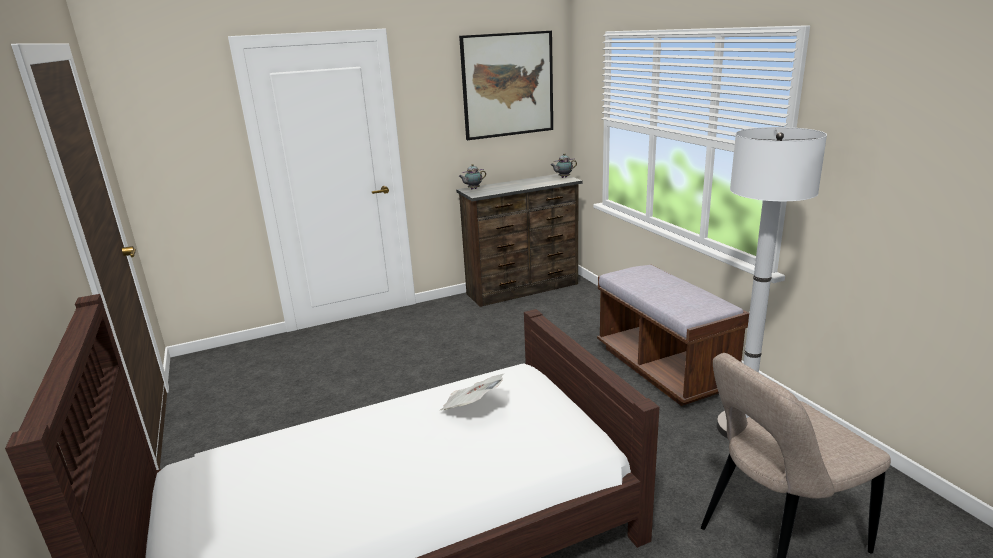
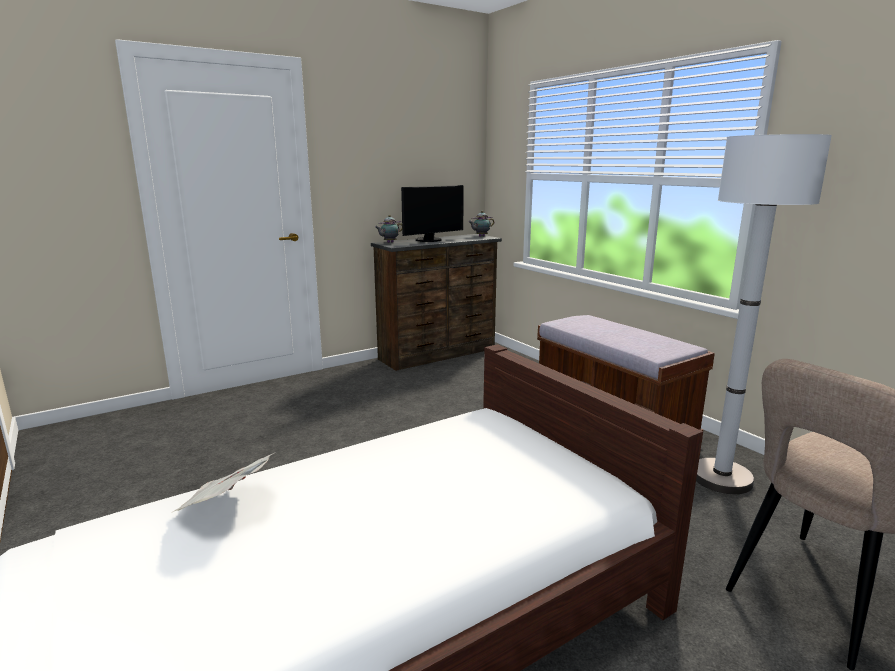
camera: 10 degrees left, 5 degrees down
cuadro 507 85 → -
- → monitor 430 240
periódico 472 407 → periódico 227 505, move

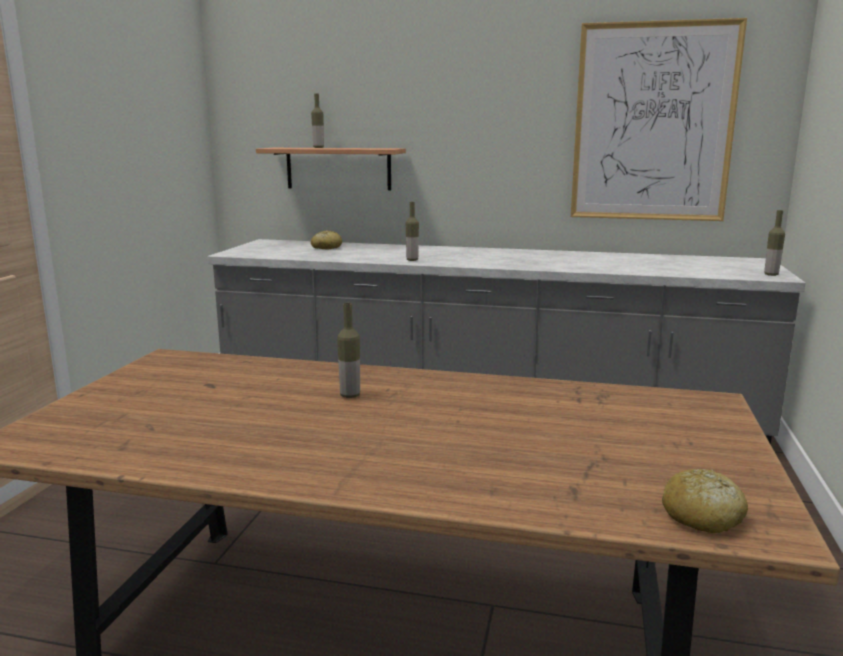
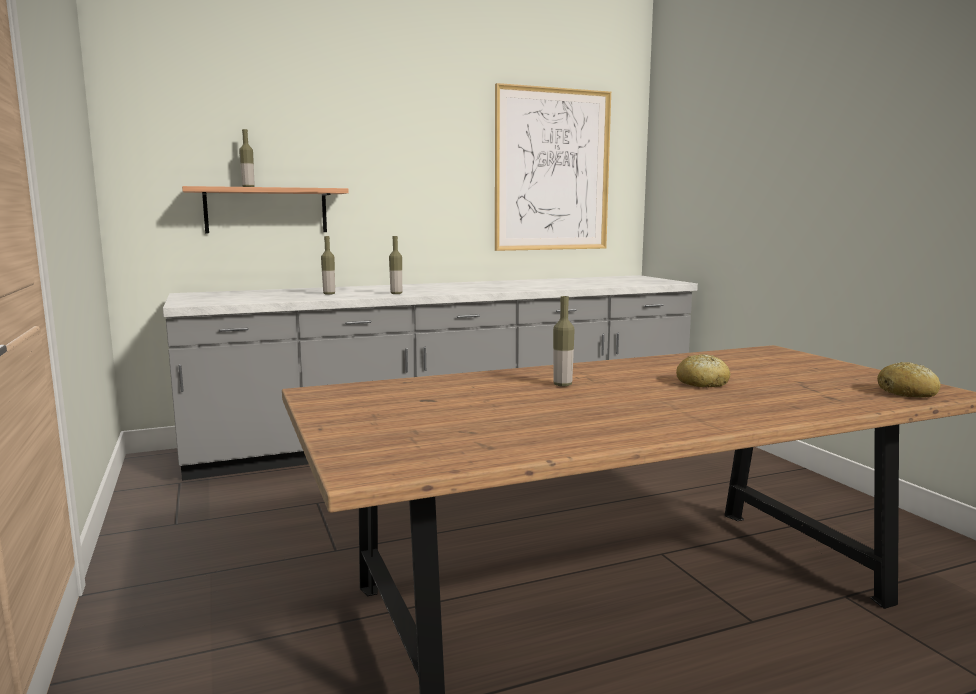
camera: 35 degrees left, 5 degrees down
pan 326 247 → pan 702 383, move
botella 771 274 → botella 329 294, move

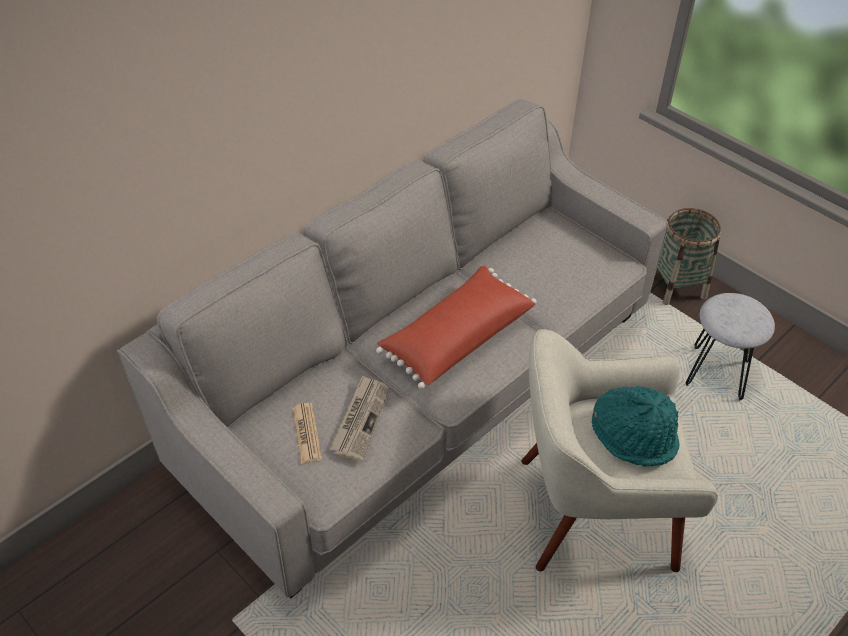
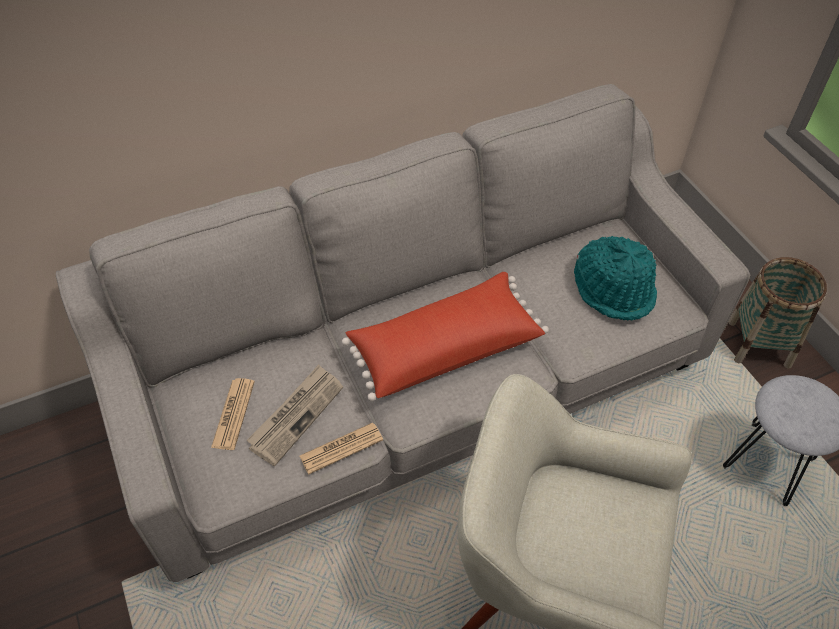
camera: 20 degrees right, 5 degrees up
- → periódico 341 448
sombrero/turquesa 634 435 → sombrero/turquesa 614 289, move

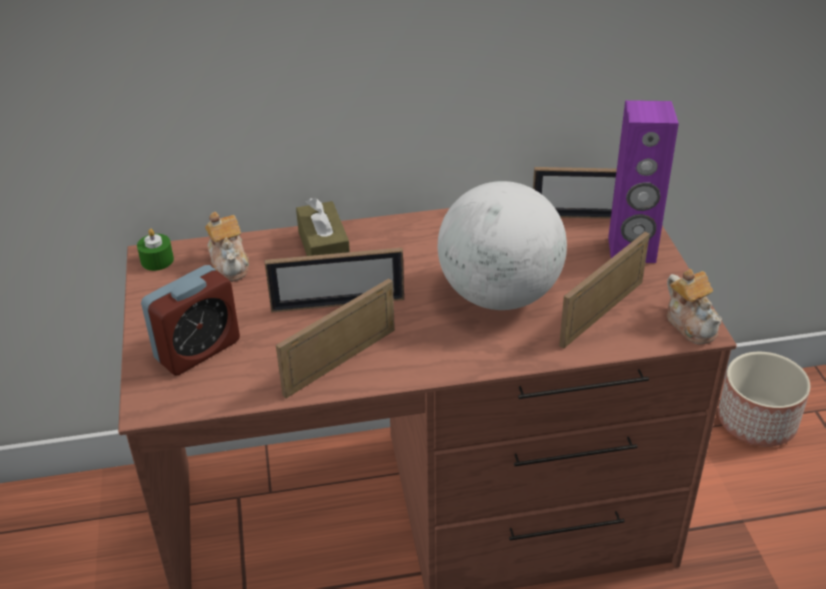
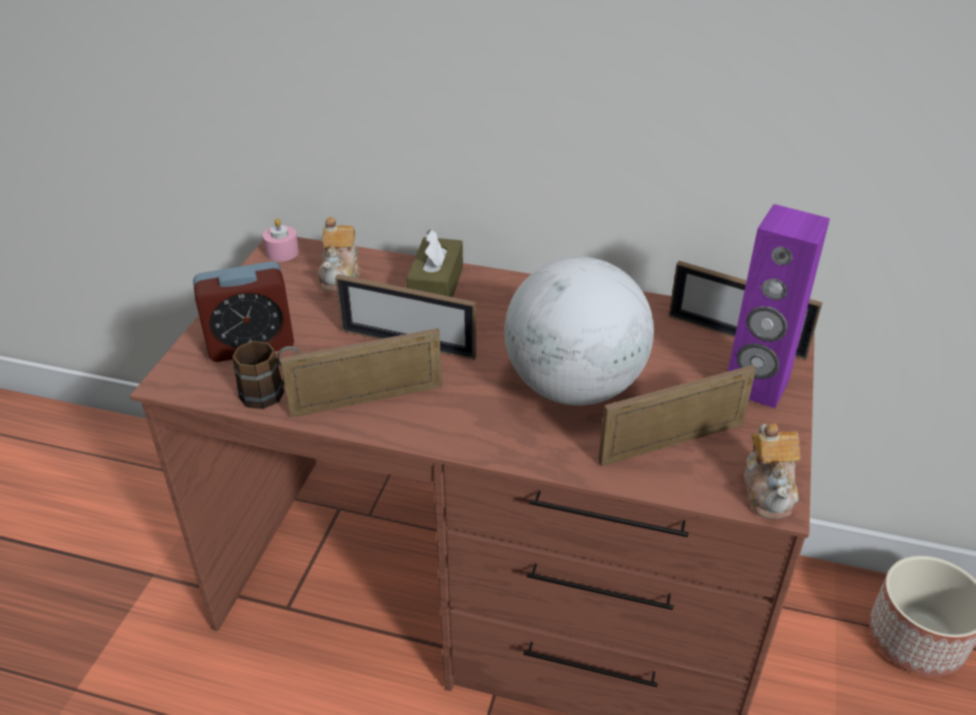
camera: 25 degrees right, 0 degrees up
- → taza grande/marrón 273 392
vela/verde 157 260 → vela/rosa 282 252

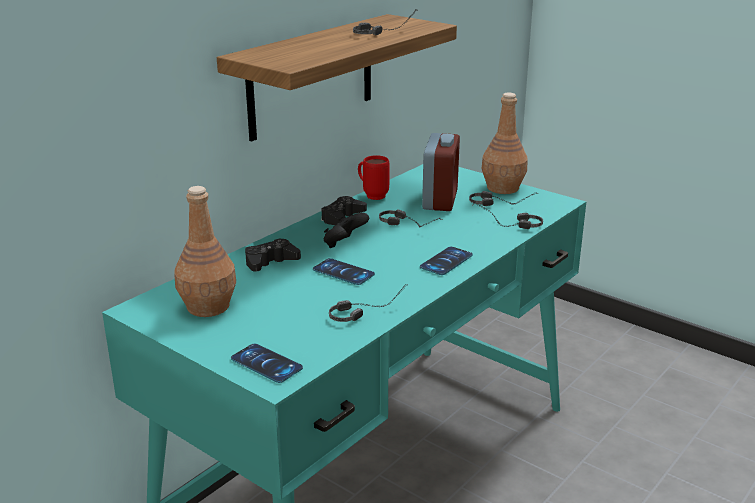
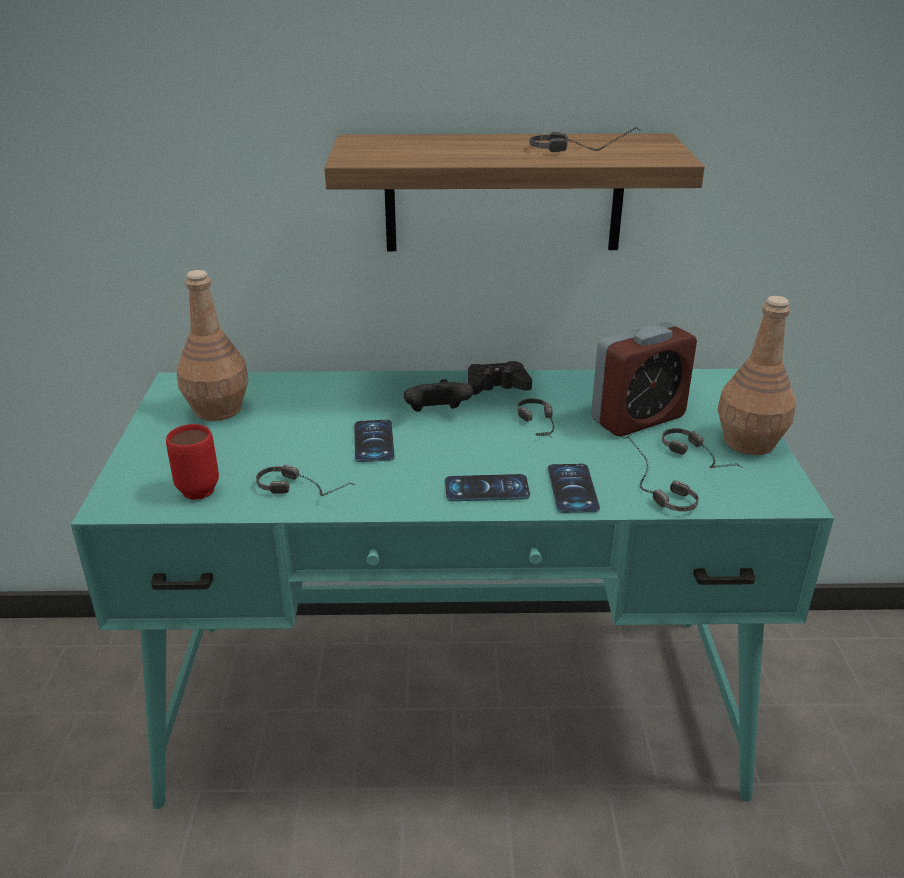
camera: 50 degrees right, 5 degrees up
mando de consola/negro 270 262 → -
móvil 266 364 → móvil 572 489, move
taza grande/rojo 372 195 → taza grande/rojo 201 486, move

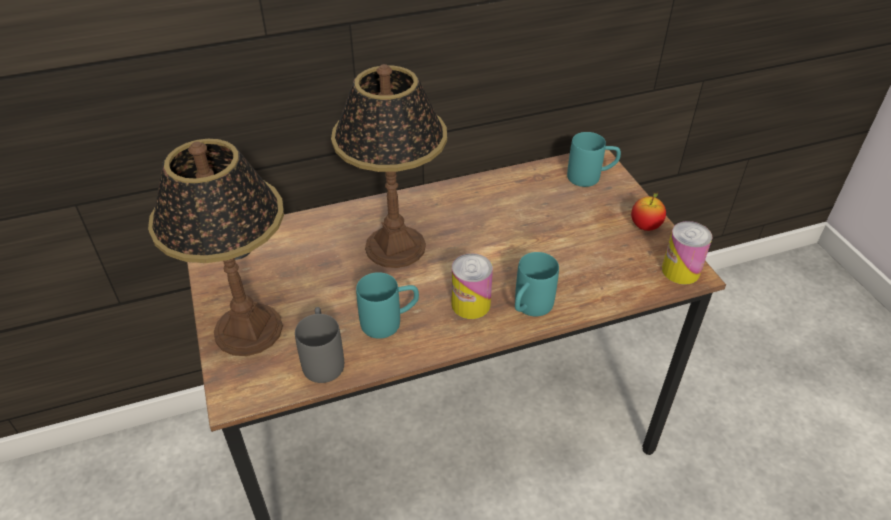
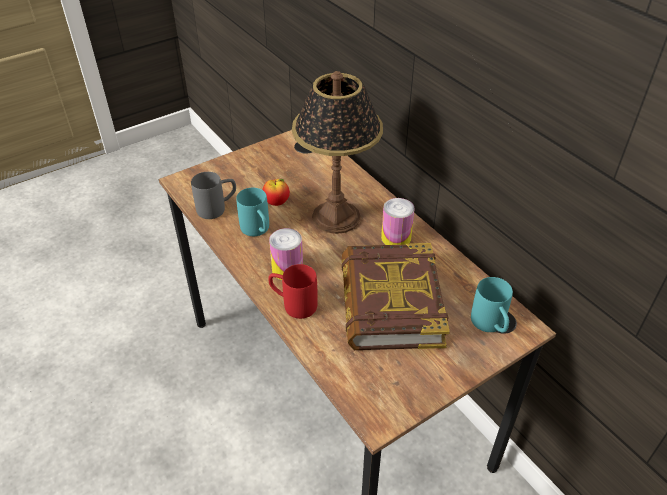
camera: 75 degrees right, 0 degrees up
lámpara de mesa 248 329 → -
- → libro 390 303
manzana 645 226 → manzana 277 202, move
lata 680 271 → lata 396 238, move
taza grande/turquesa 529 308 → taza grande/rojo 293 304

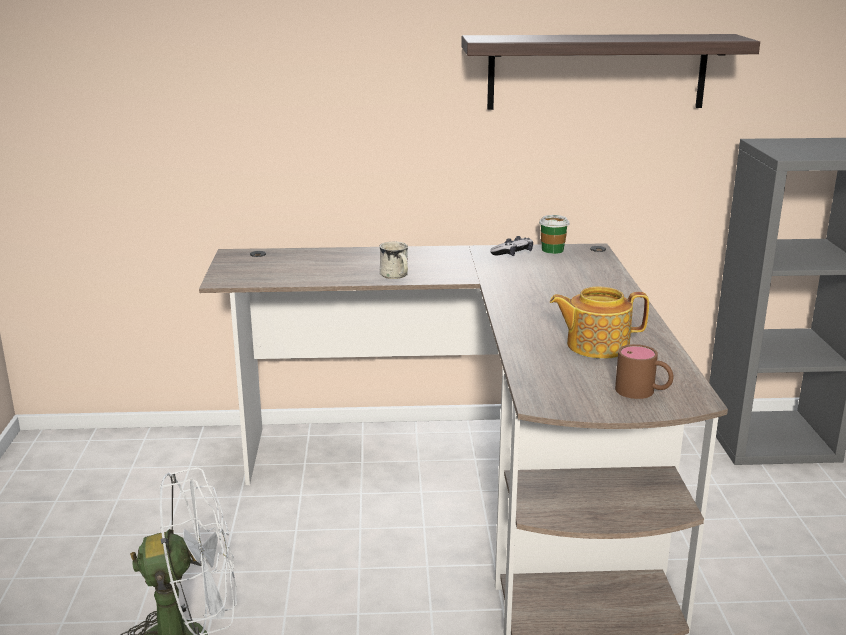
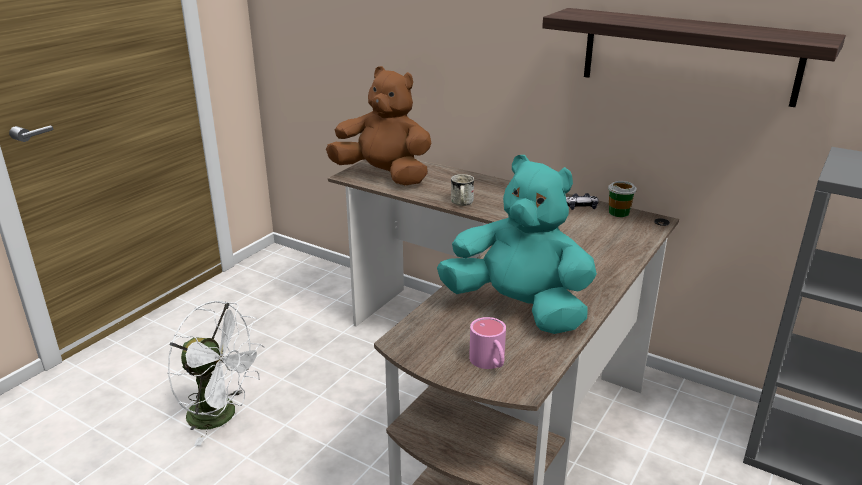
camera: 35 degrees right, 5 degrees up
- → peluche/marrón 384 176
tetera 596 345 → peluche/turquesa 518 309
taza grande/marrón 643 392 → taza grande/rosa 490 363

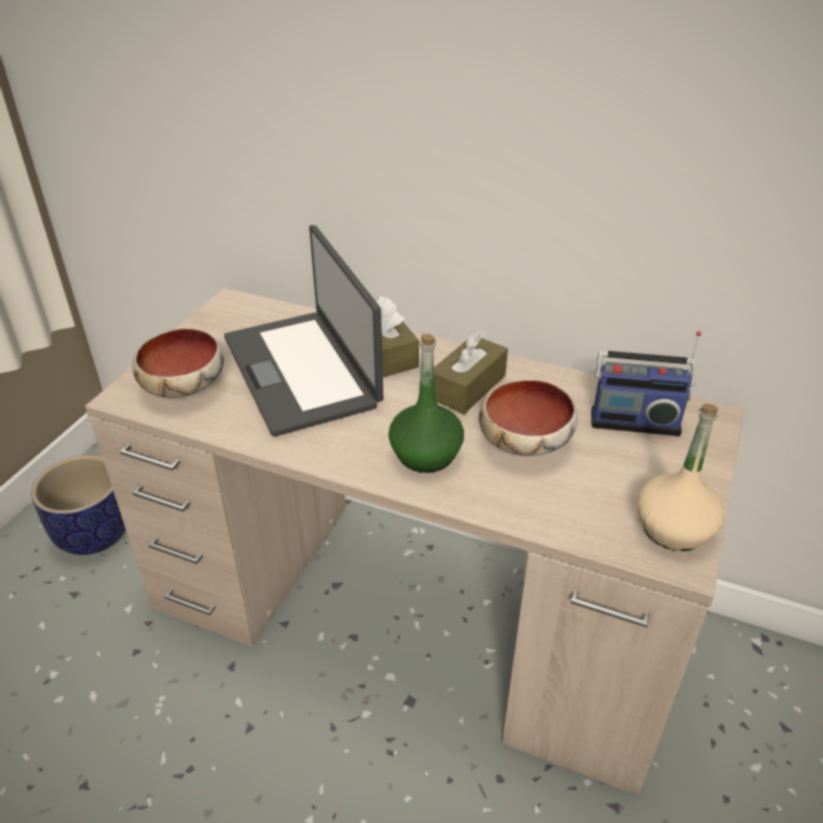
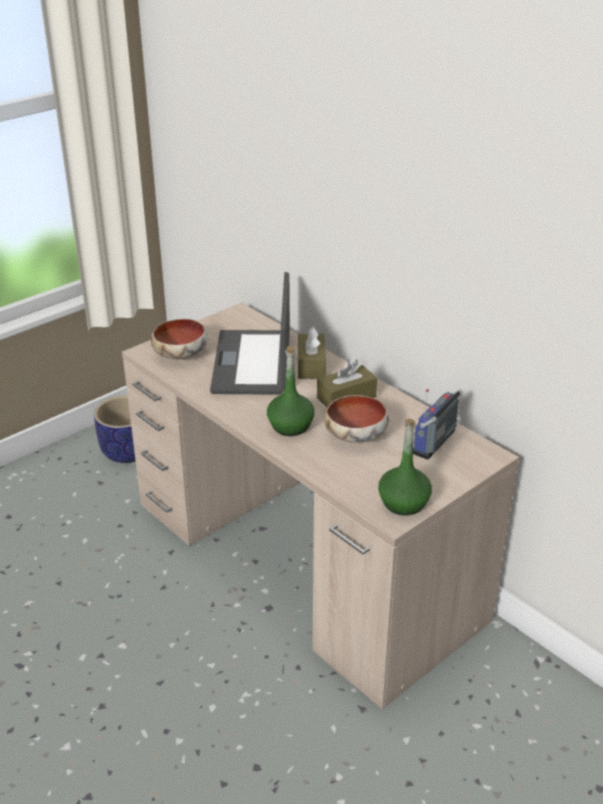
camera: 25 degrees right, 5 degrees down
botella/beis 673 528 → botella/verde 403 502
radio 634 420 → radio 436 443, 90 degrees clockwise

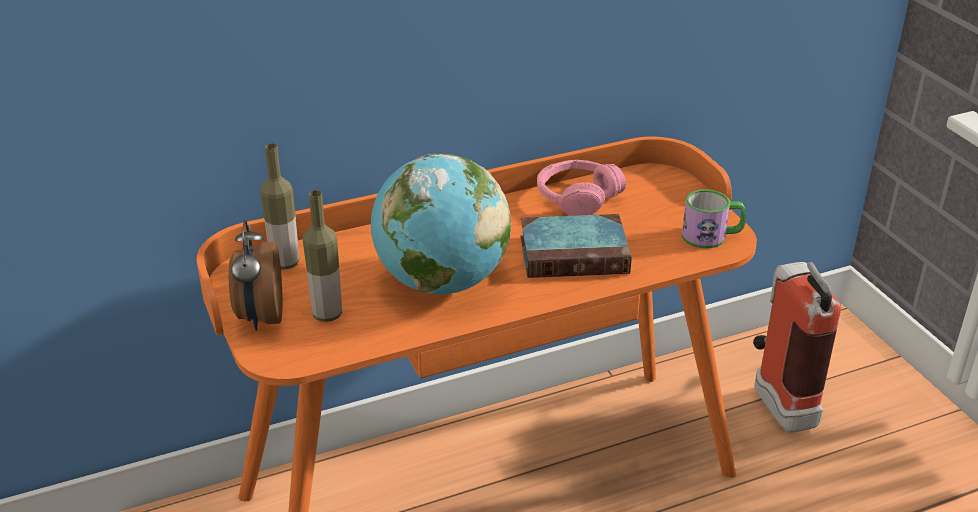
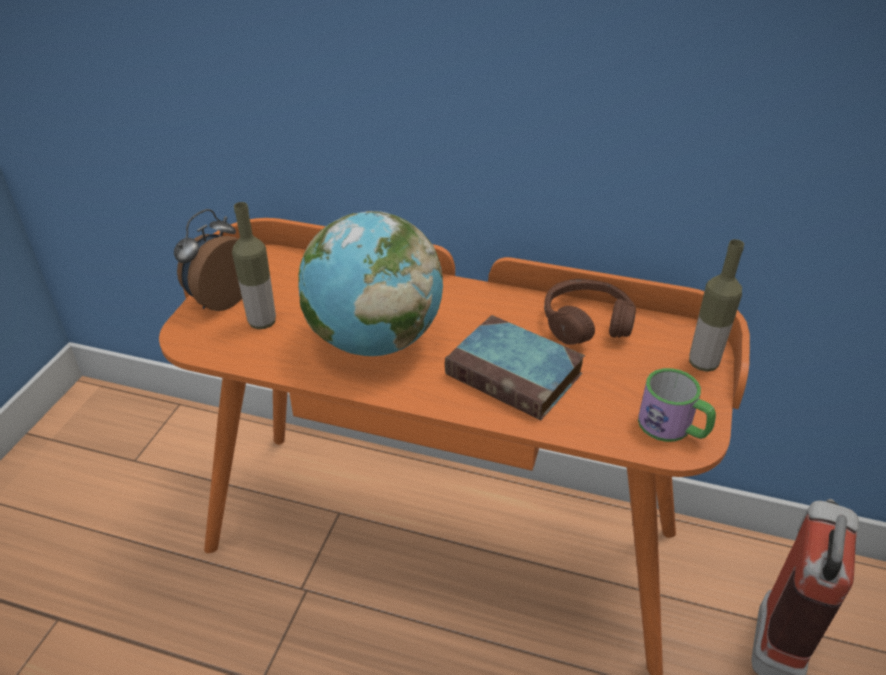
camera: 40 degrees right, 5 degrees up
botella 285 263 → botella 703 363, move
auriculares/rosa 577 198 → auriculares/marrón 586 322

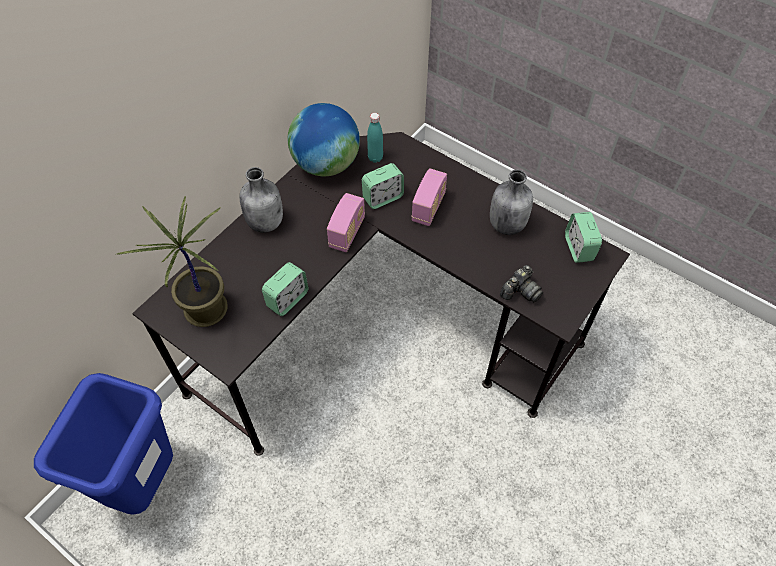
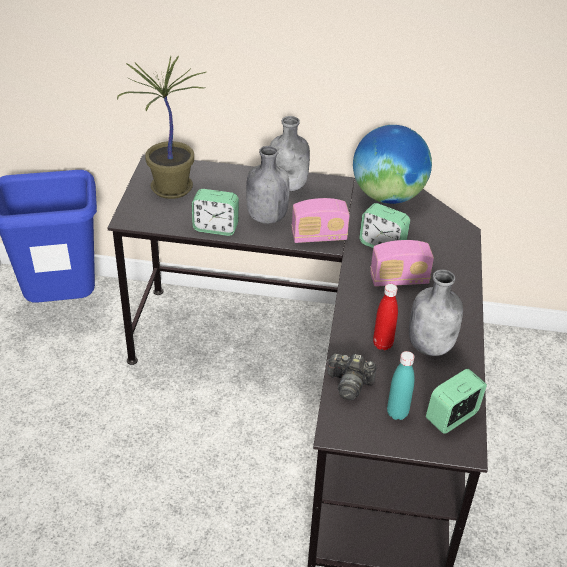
camera: 60 degrees right, 15 degrees down
- → botella/gris 266 217
- → botella/rojo 382 344
botella/turquesa 375 158 → botella/turquesa 397 413, move

